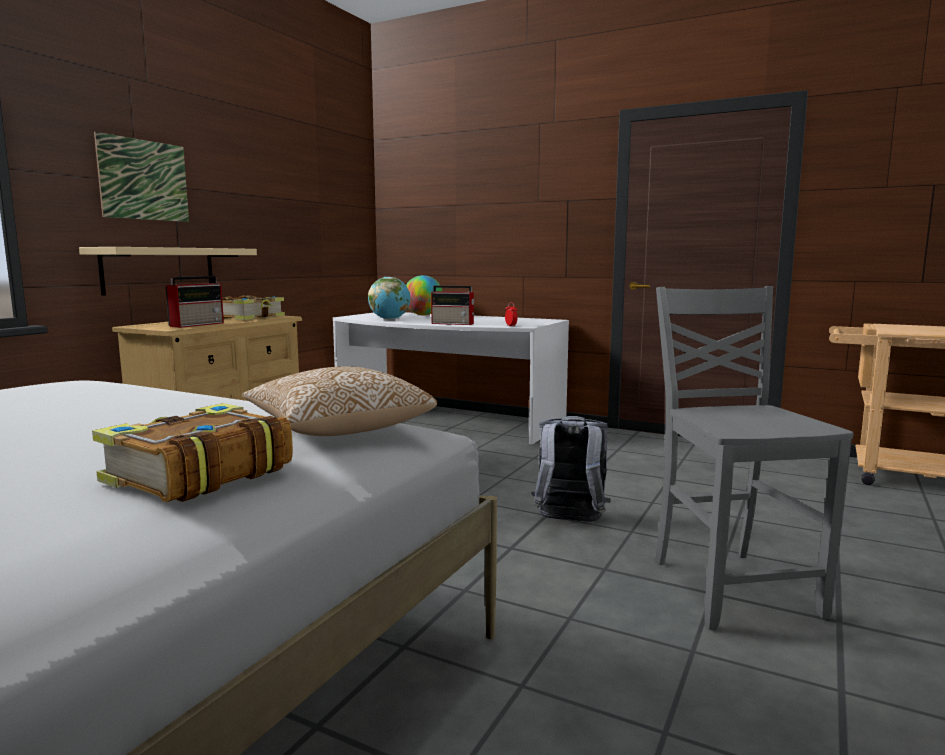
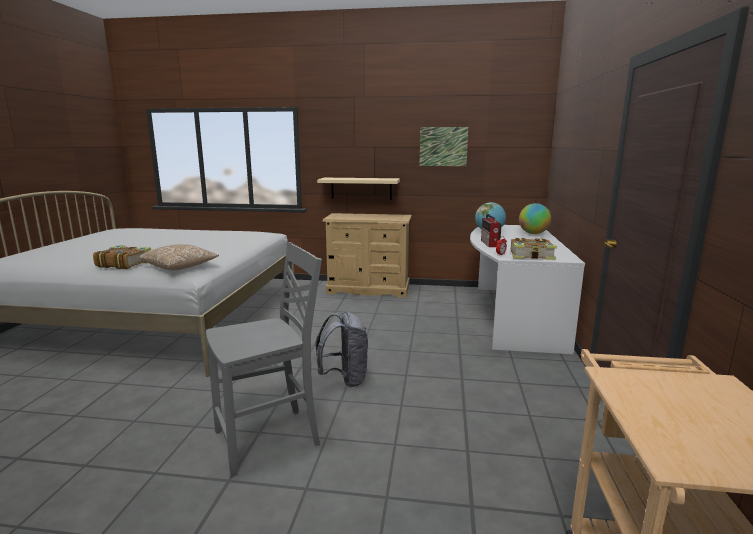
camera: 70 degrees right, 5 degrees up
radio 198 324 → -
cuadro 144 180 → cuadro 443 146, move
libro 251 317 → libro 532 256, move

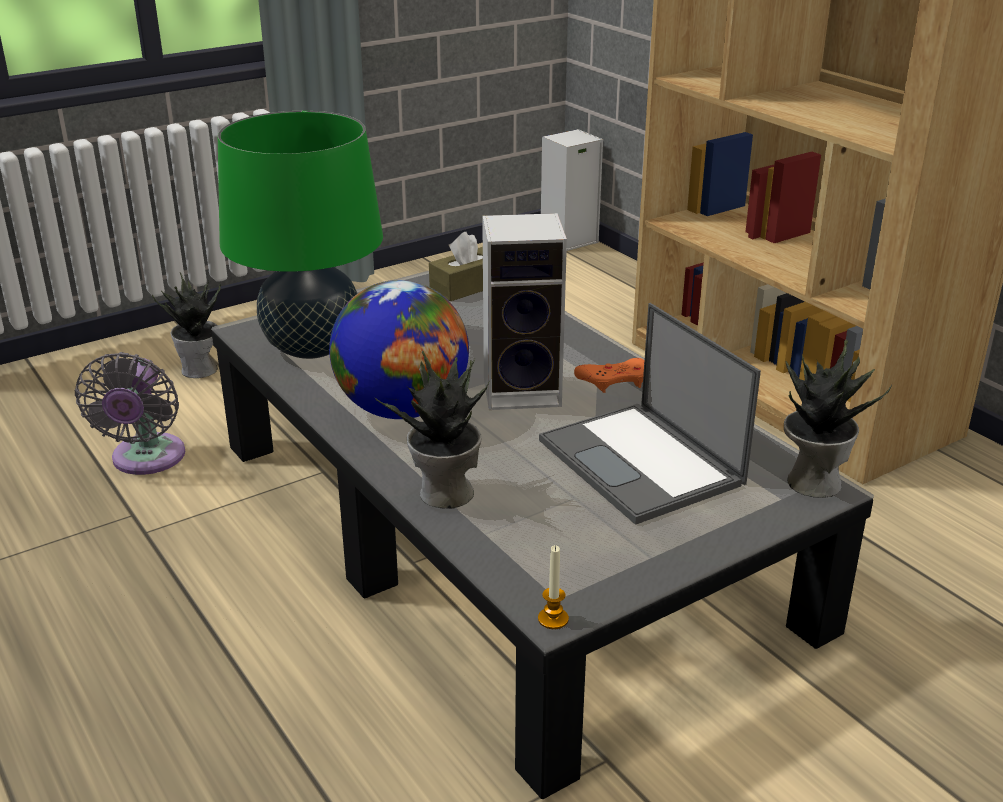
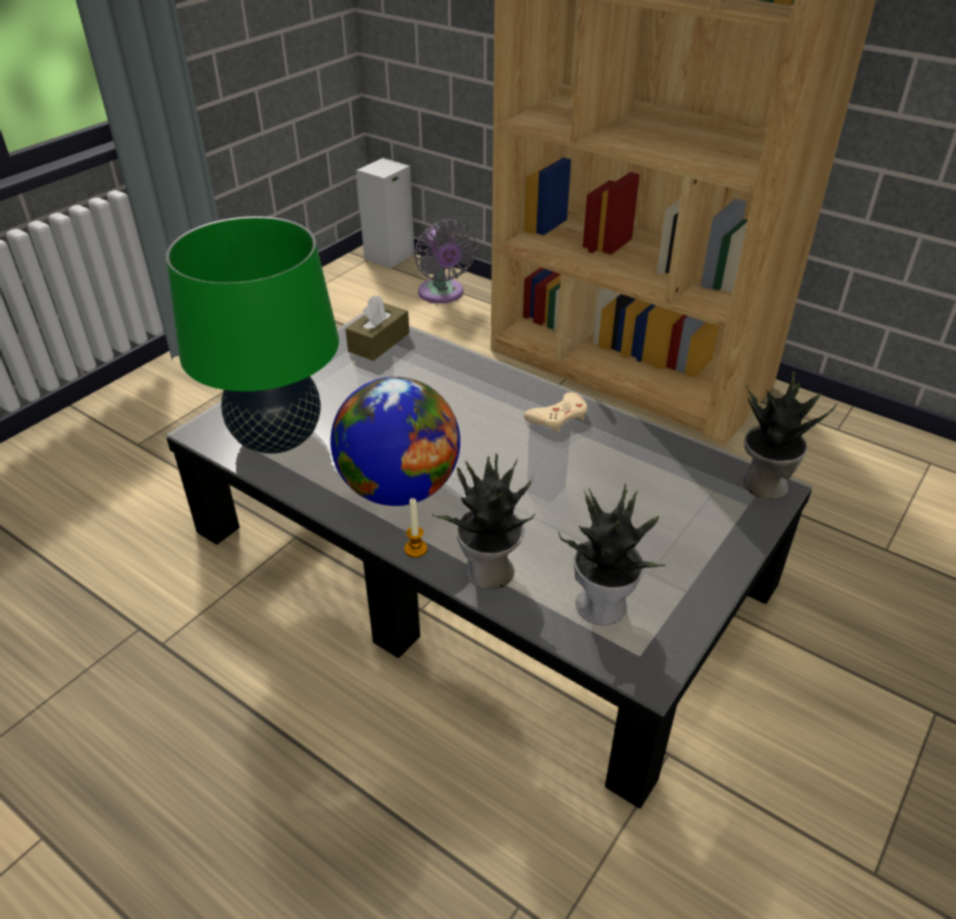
camera: 20 degrees left, 10 degrees up
altavoz 525 390 → -
portátil 642 463 → -
ventilador/gris 146 460 → ventilador/gris 442 294, move
planta en maceta 201 370 → planta en maceta 603 605, move
vela 553 619 → vela 415 549, move
mando de consola/naranja 614 380 → mando de consola/beis 558 417

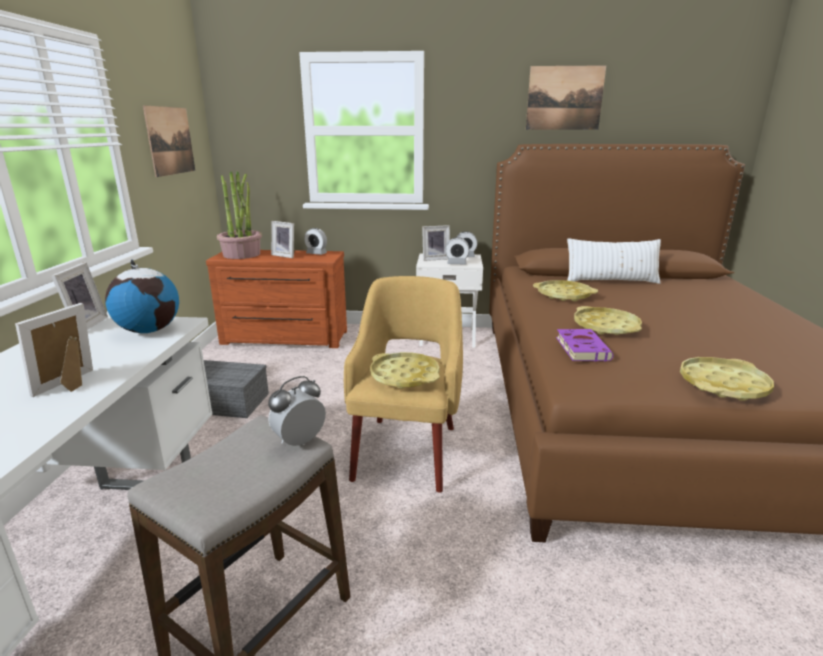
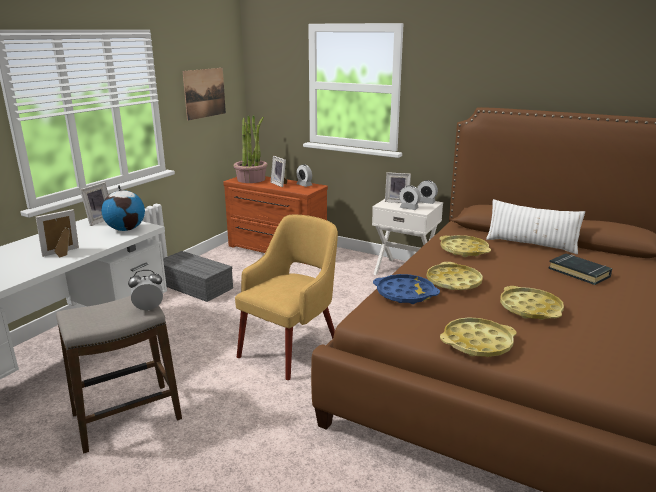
camera: 25 degrees right, 0 degrees up
cuadro 564 98 → -
- → libro/negro 579 272
bandeja/amarillo 404 376 → bandeja/amarillo 530 308, move
libro/morado 581 348 → bandeja/azul 405 294

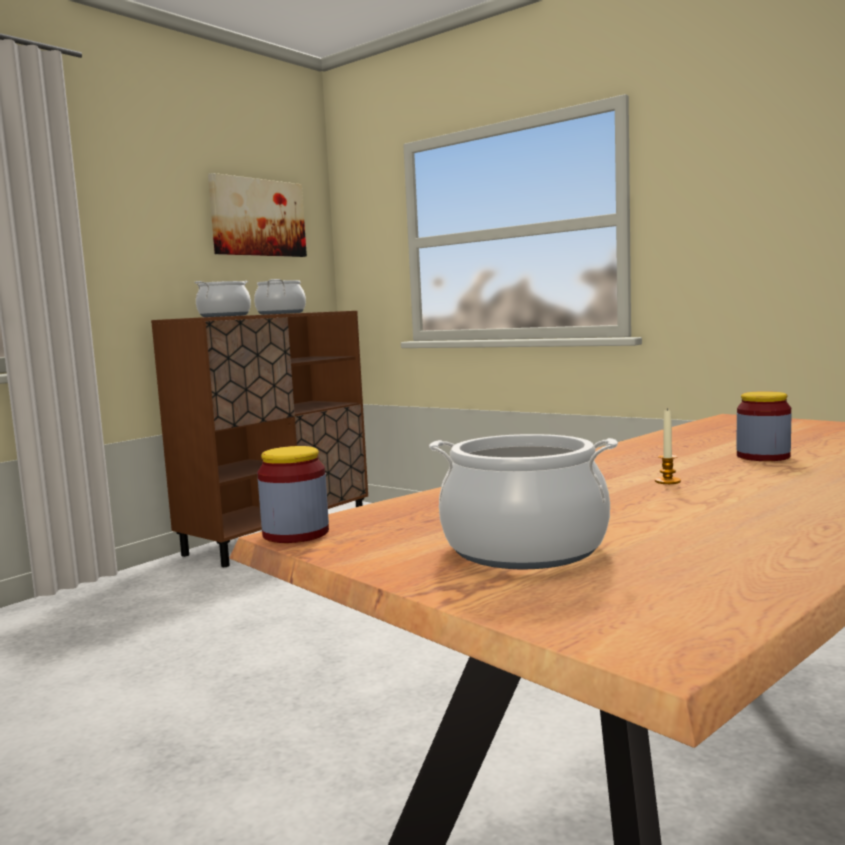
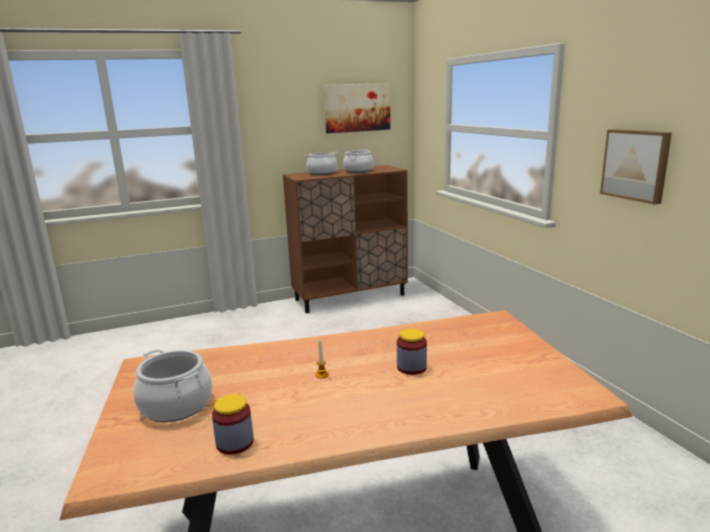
camera: 30 degrees right, 10 degrees up
- → cuadro 636 165
tarro 296 533 → tarro 235 443, move

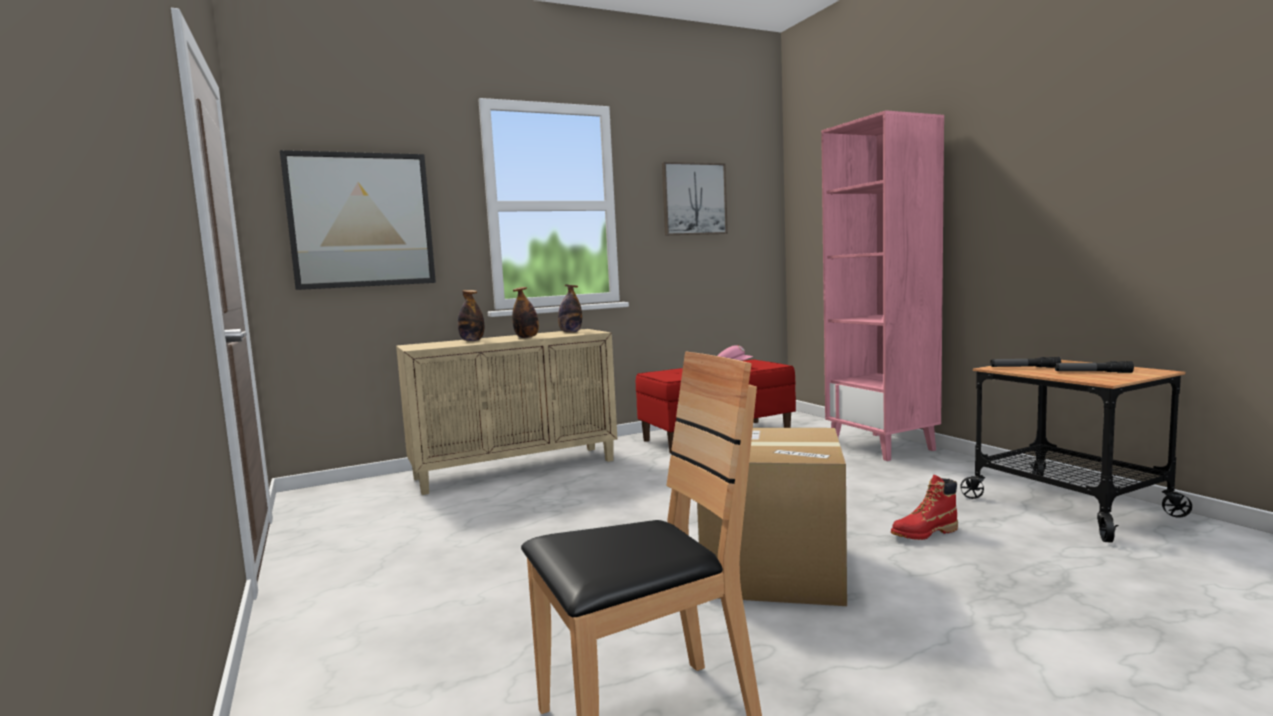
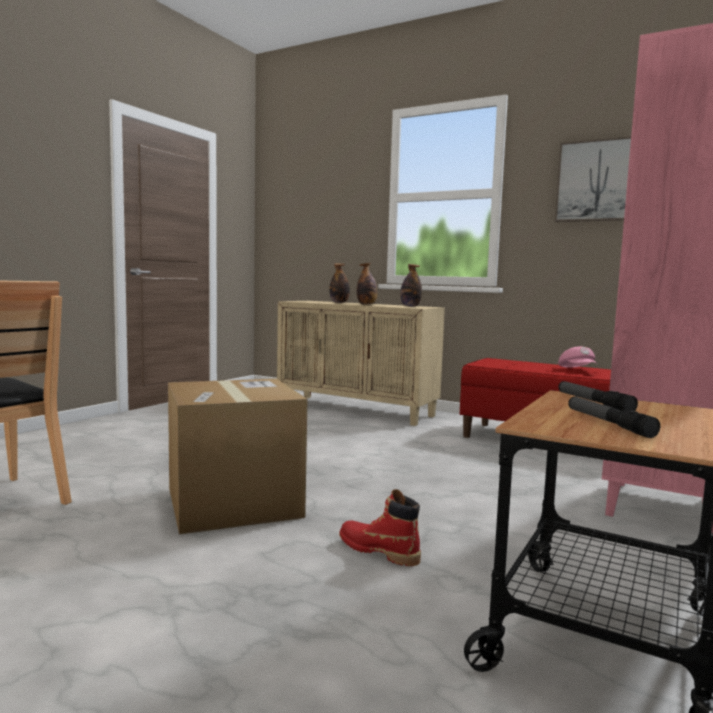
camera: 55 degrees right, 0 degrees up
cuadro 361 220 → -

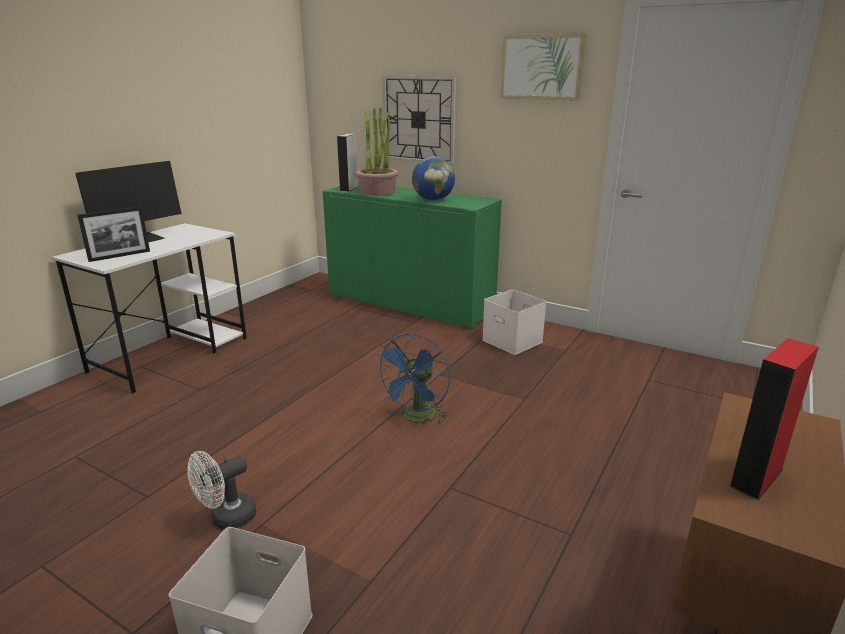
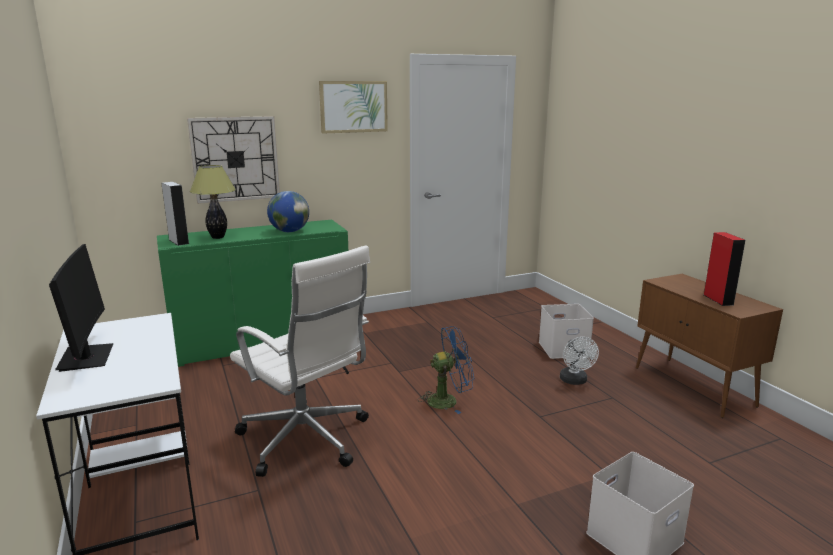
camera: 55 degrees left, 5 degrees down
portarretratos 120 256 → -
- → silla de oficina/blanco 306 440
ventilador/blanco 226 519 → ventilador/blanco 575 381, move
caja de almacenaje/blanco 513 341 → caja de almacenaje/blanco 564 348, move
planta en maceta 377 192 → lámpara de mesa 217 237
ventilador/azul 416 419 → ventilador/azul 448 400, 75 degrees counterclockwise

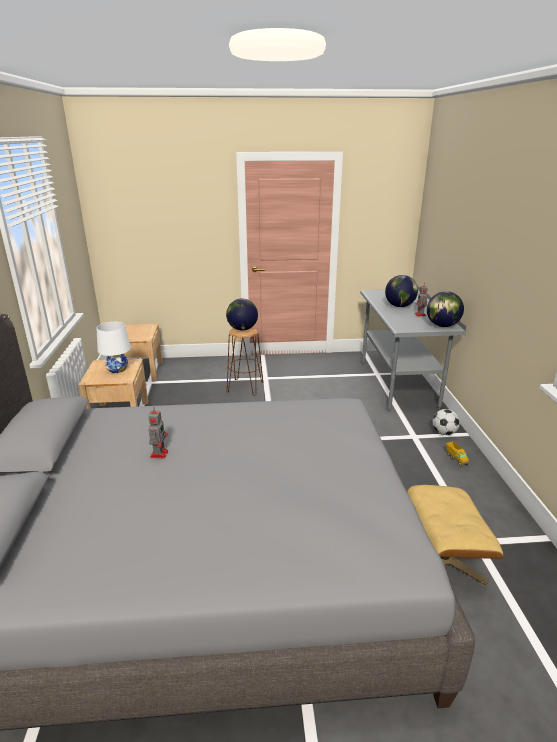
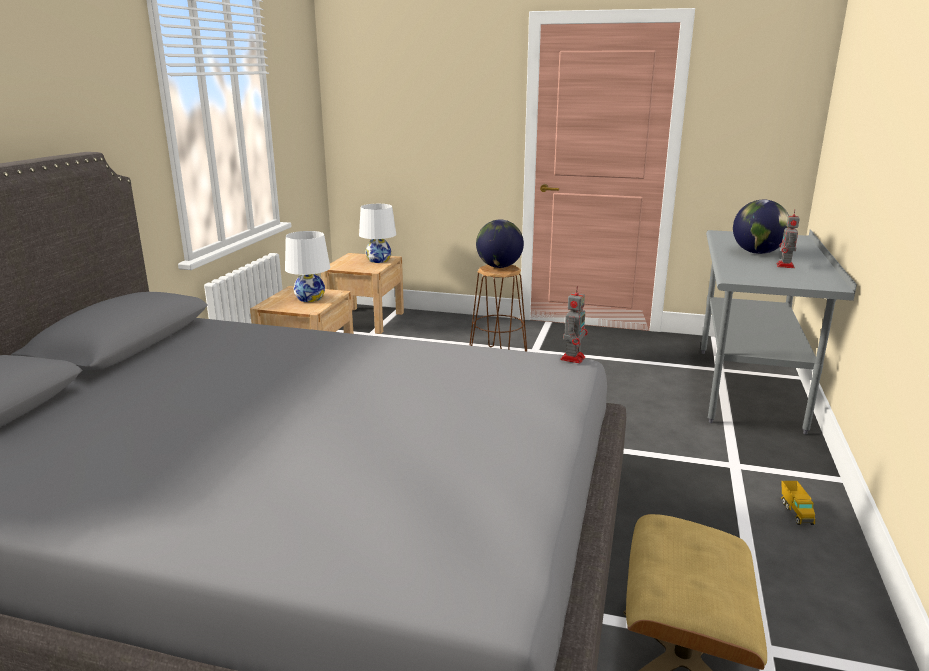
camera: 20 degrees right, 5 degrees down
globo terráqueo 442 326 → -
balón de fútbol 444 433 → -
- → lámpara de mesa/blanco 378 260
robot de juguete 159 453 → robot de juguete 573 358, move

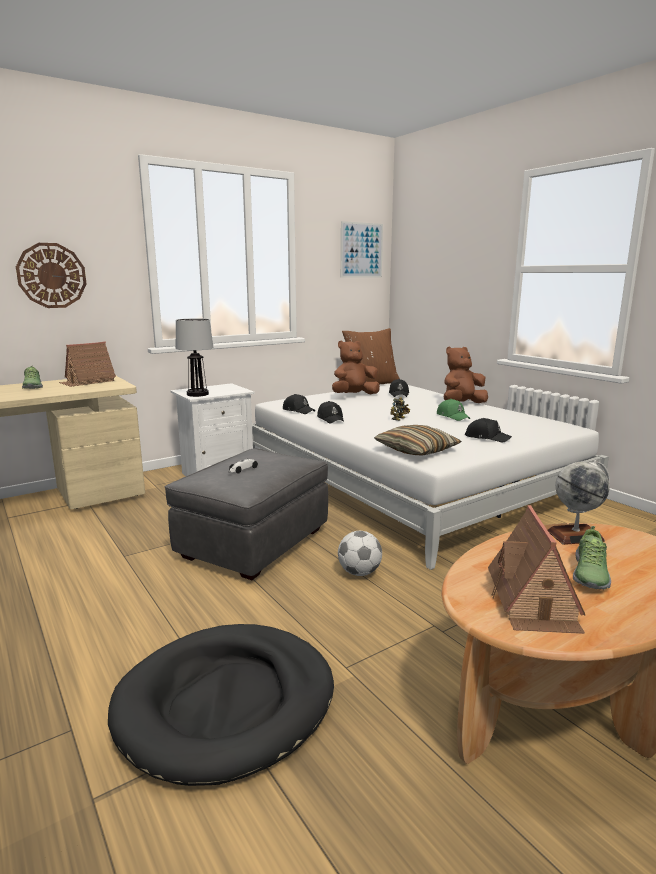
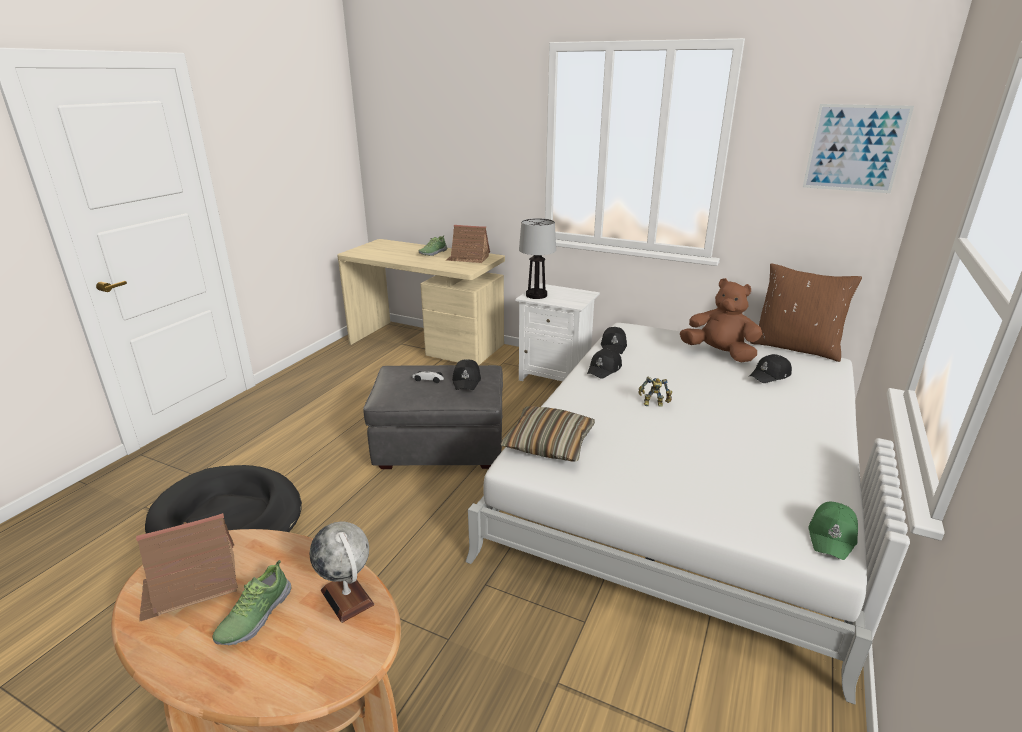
camera: 60 degrees right, 10 degrees up
reloj de pared 52 275 → -
balón de fútbol 359 572 → -
peluche/marrón 462 404 → -
gorra/verde 453 416 → gorra/verde 832 536, move
gorra/negro 487 437 → gorra/negro 467 380, move
zapato 589 574 → zapato 254 616, 60 degrees counterclockwise

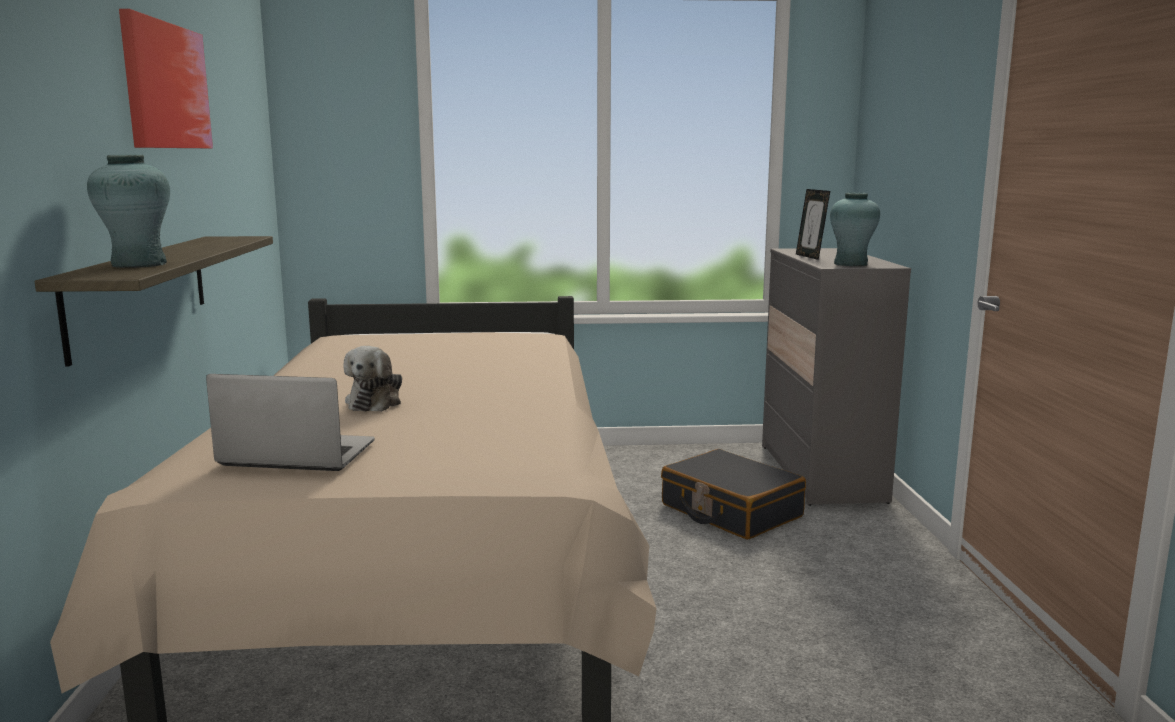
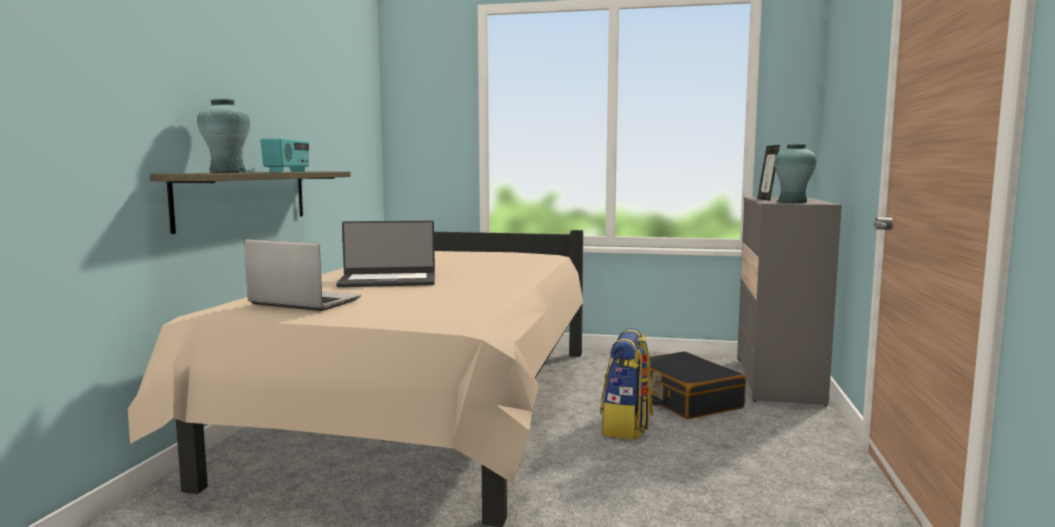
camera: 15 degrees right, 5 degrees down
cuadro 166 86 → -
- → radio 288 171
- → mochila 626 427
peluche 375 402 → portátil 388 281

